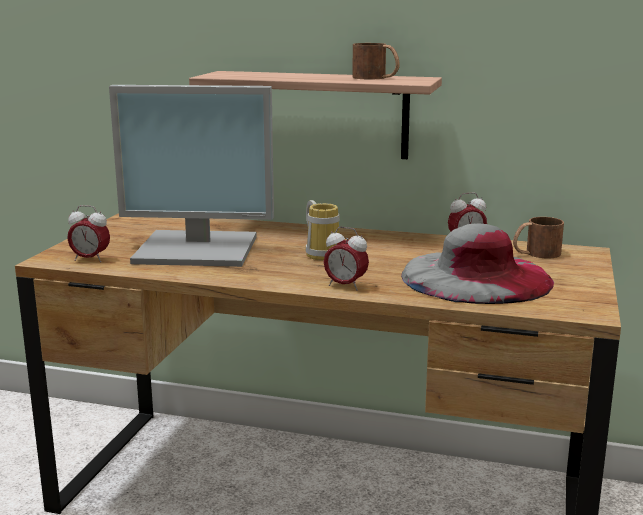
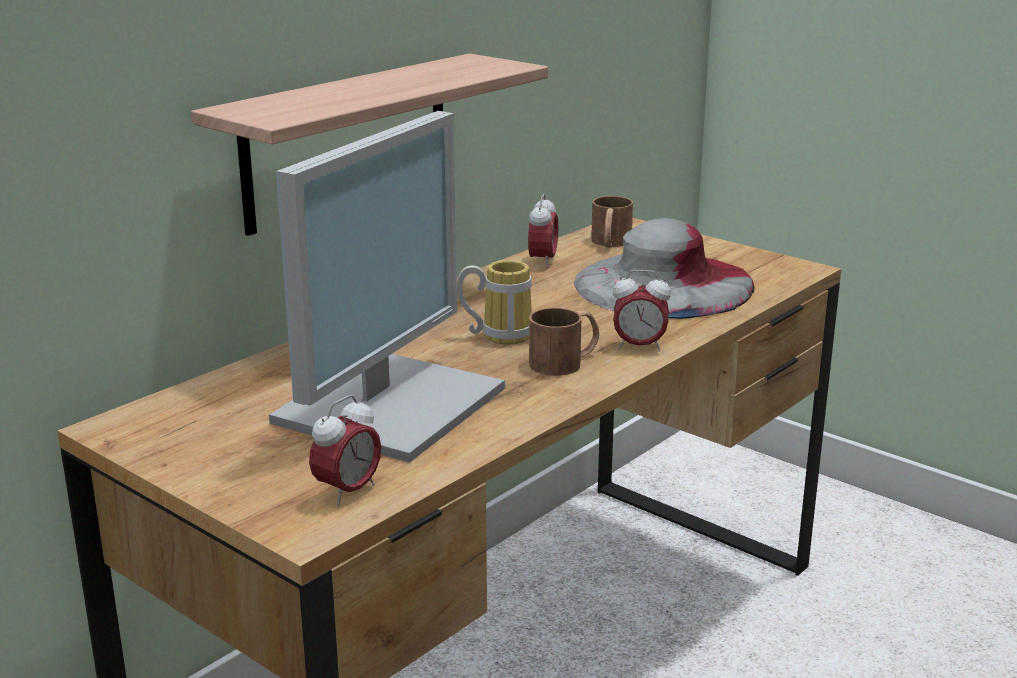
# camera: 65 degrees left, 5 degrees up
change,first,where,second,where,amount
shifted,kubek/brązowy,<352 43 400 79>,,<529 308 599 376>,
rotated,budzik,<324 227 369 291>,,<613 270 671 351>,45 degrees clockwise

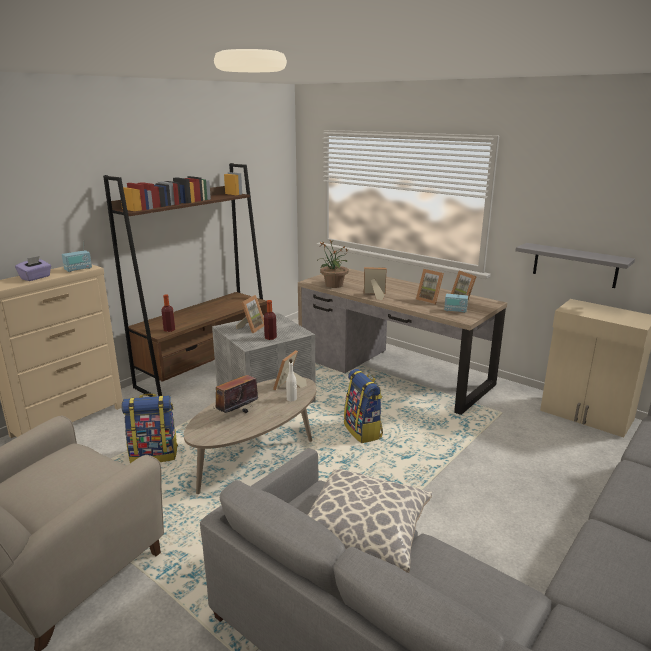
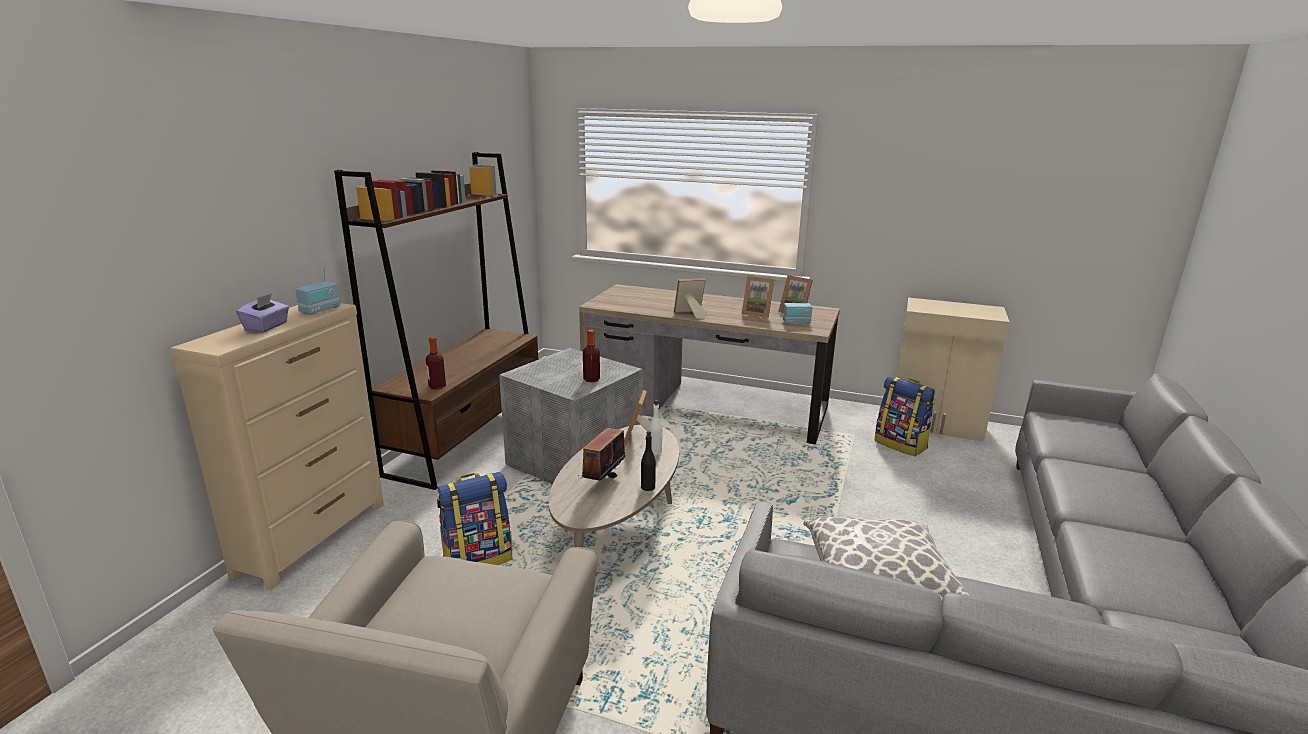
# camera: 20 degrees left, 0 degrees up
change,first,where,second,where,amount
gone,ramka na zdjęcie,<236 295 264 333>,,,
gone,roślina doniczkowa,<318 242 349 288>,,,
gone,półka/szary,<515 243 635 288>,,,
new,,,butelka/czarny,<641 431 656 491>,
shifted,plecak,<344 369 383 443>,,<874 376 935 456>,

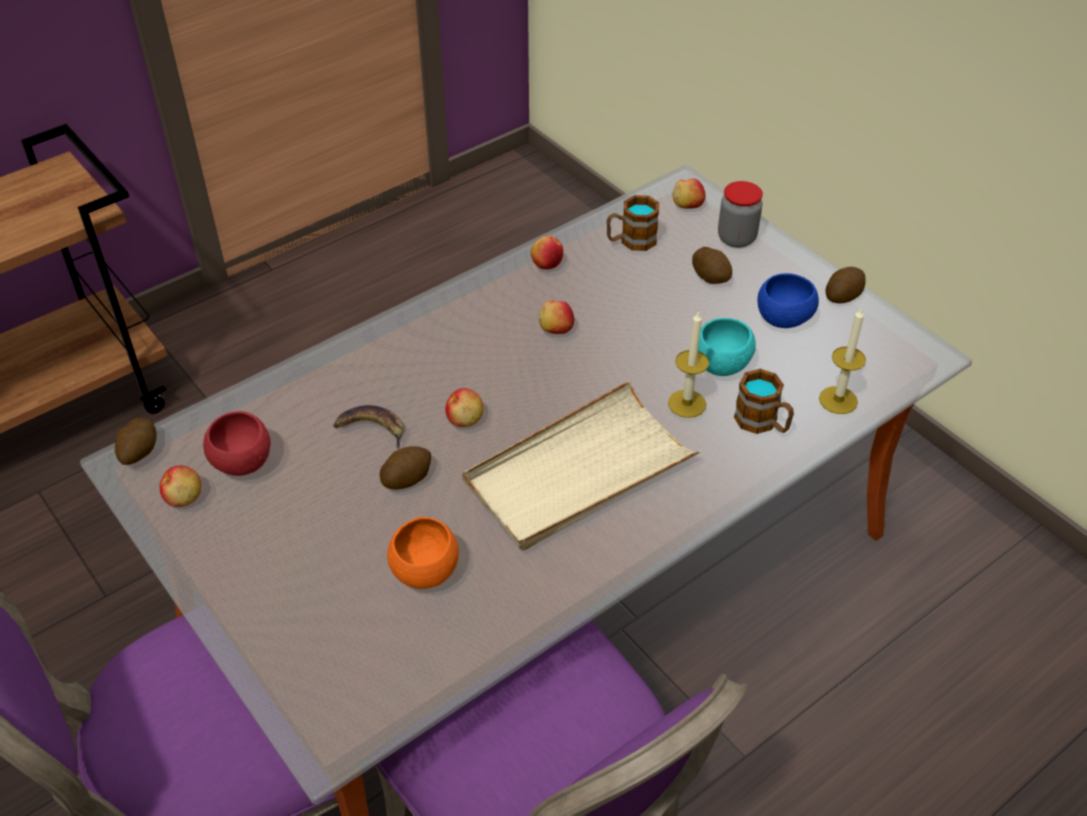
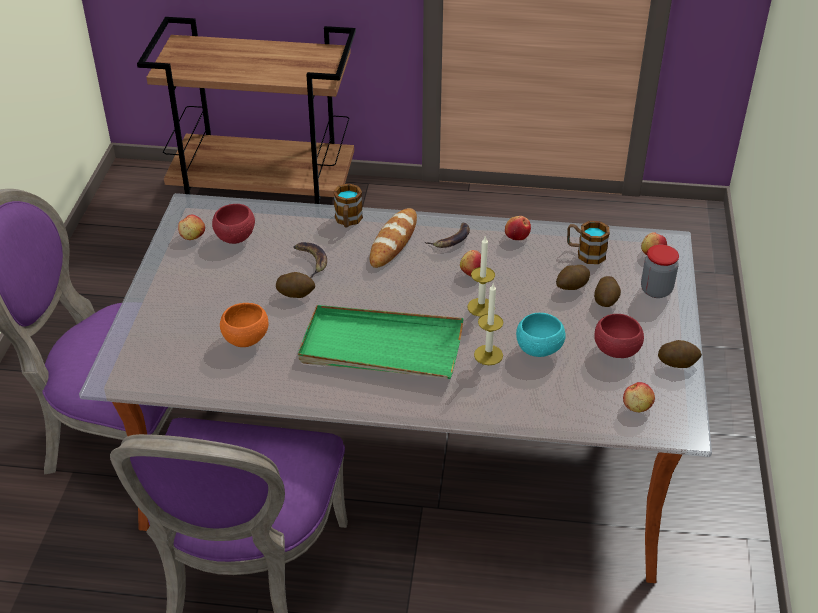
# camera: 45 degrees right, 5 degrees down
change,first,where,second,where,amount
new,,,chleb,<370 208 417 268>,
new,,,banan,<425 222 470 248>,
shifted,ziemniak,<115 418 157 465>,,<556 265 590 290>,
shifted,jabłko,<445 388 483 427>,,<623 382 655 412>,
shifted,kubek,<734 369 794 434>,,<333 183 363 228>,
shifted,świeca,<819 307 866 414>,,<467 237 495 317>,
repainted,taca/beżowy,<462 380 701 550>,taca/zielony,<298 305 464 379>,
repainted,miska/niebieski,<757 273 819 328>,miska/czerwony,<594 314 644 358>,

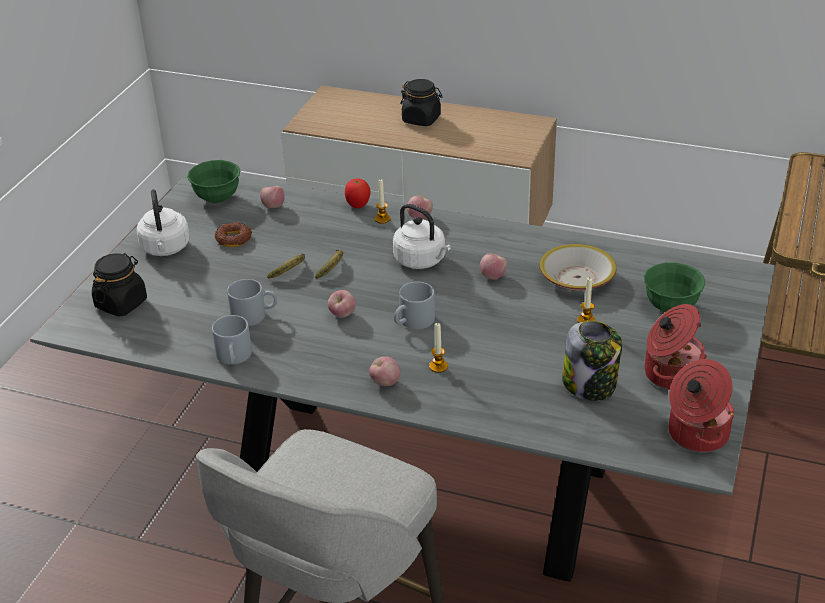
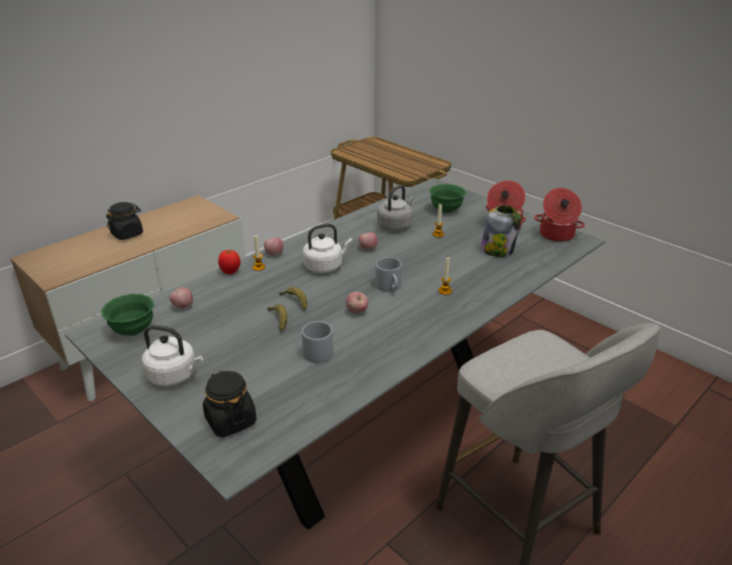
# camera: 65 degrees left, 5 degrees down
change,first,where,second,where,amount
gone,kubek/szary,<212 315 252 365>,,,
gone,donut,<215 222 252 247>,,,
gone,jabłko,<369 356 401 386>,,,
swapped,miska,<539 244 617 291>,czajnik/szary,<377 185 414 231>,

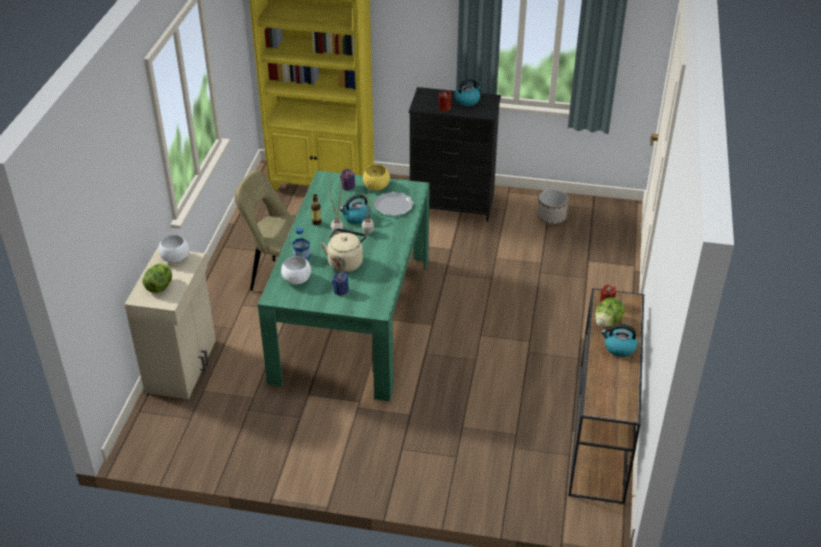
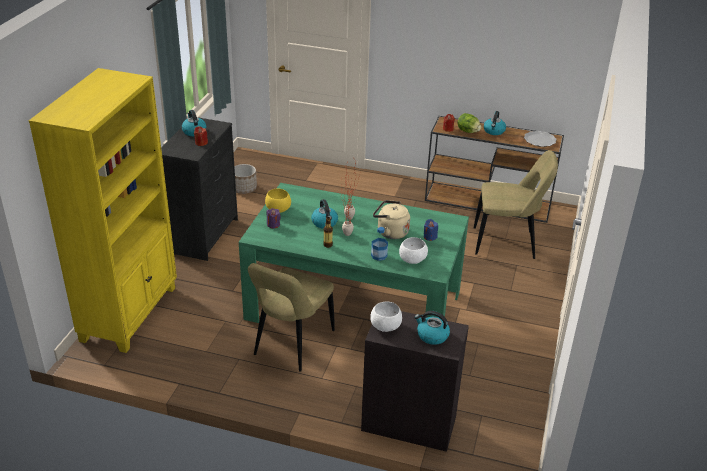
# camera: 85 degrees left, 5 degrees down
change,first,where,second,where,amount
new,,,krzesło/beżowy,<474 150 558 259>,
shifted,talerz,<374 192 414 216>,,<524 131 557 147>,
swapped,sałata,<142 264 172 293>,czajnik,<414 311 450 345>,
repainted,szafka/beżowy,<124 248 216 399>,szafka/czarny,<361 311 469 452>,

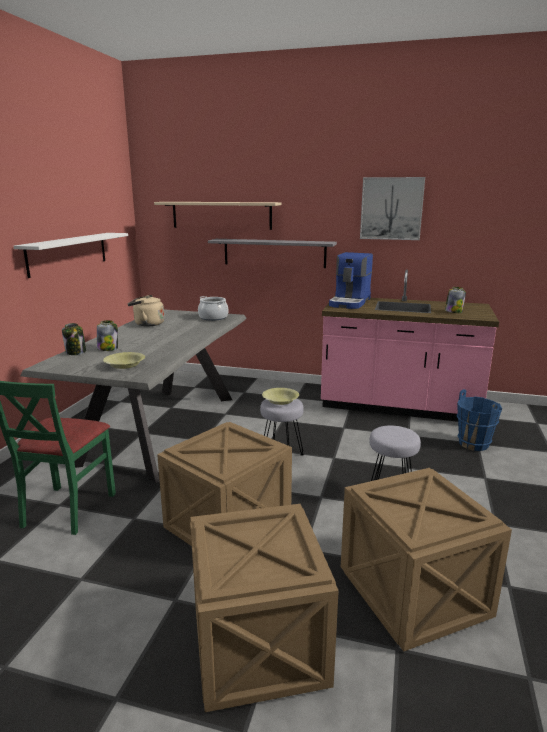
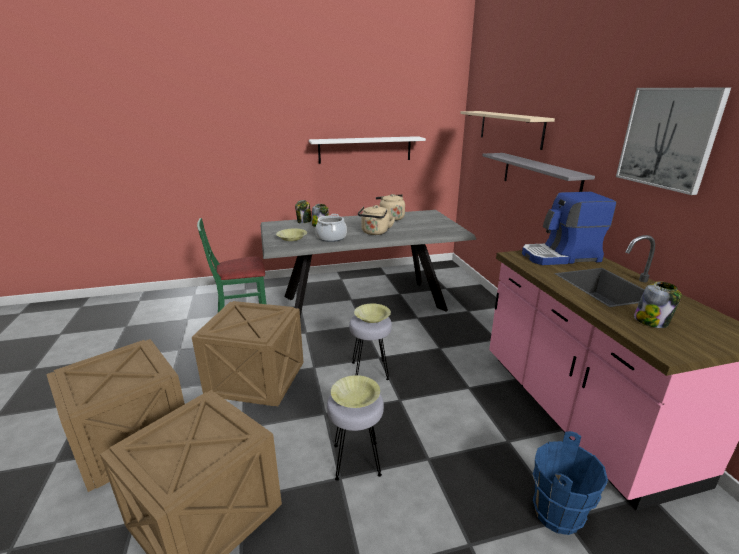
# camera: 60 degrees right, 5 degrees up
change,first,where,second,where,amount
new,,,miska/żółty,<331 375 380 408>,
new,,,czajnik/beżowy,<358 205 395 235>,
shifted,garnek,<198 296 228 321>,,<315 214 347 242>,

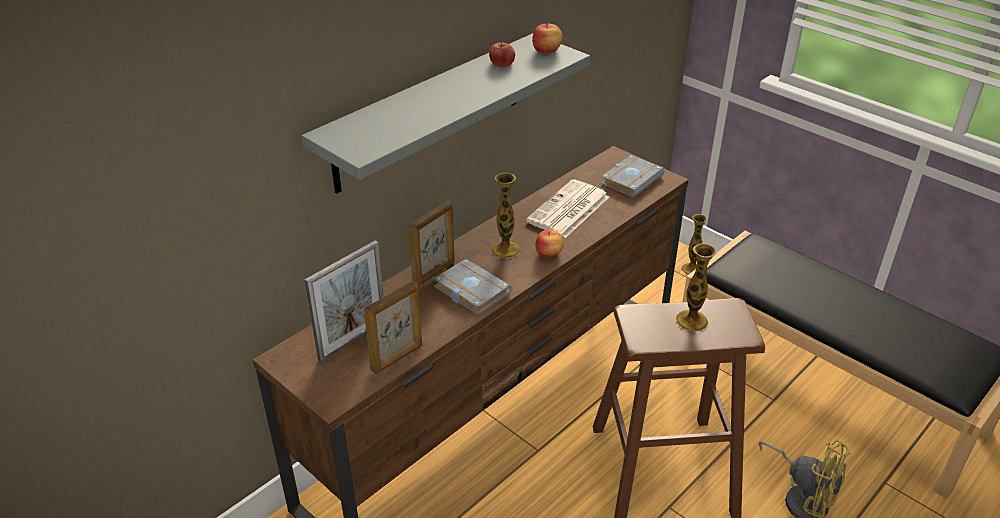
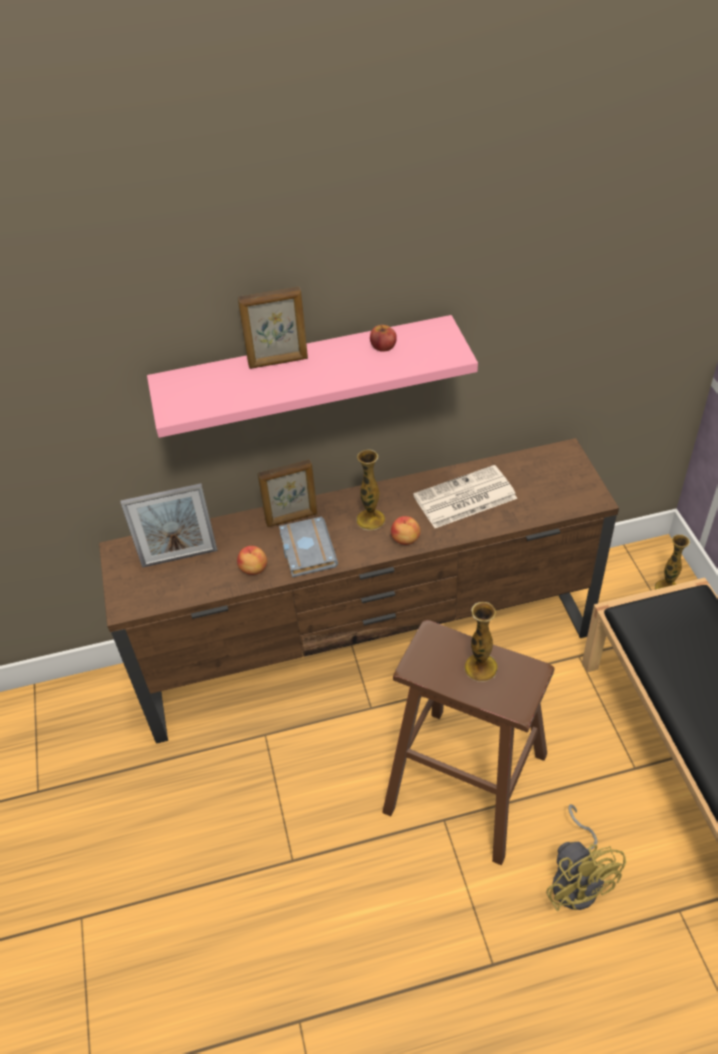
# camera: 35 degrees right, 10 degrees up
change,first,where,second,where,amount
gone,książka/szary,<601 155 665 198>,,,
shifted,ramka na zdjęcie,<364 281 422 374>,,<238 287 308 369>,
shifted,jabłko,<532 23 563 53>,,<237 546 267 575>,
repainted,półka/szary,<301 33 590 194>,półka/różowy,<147 315 478 438>,

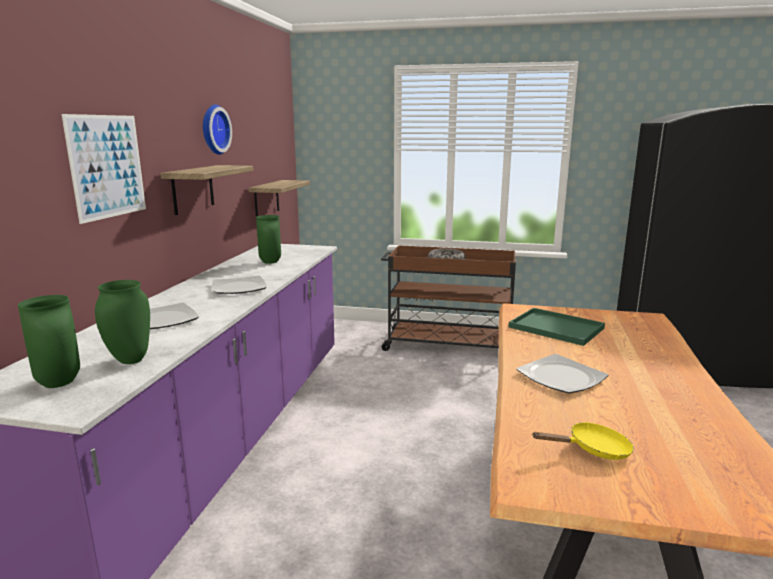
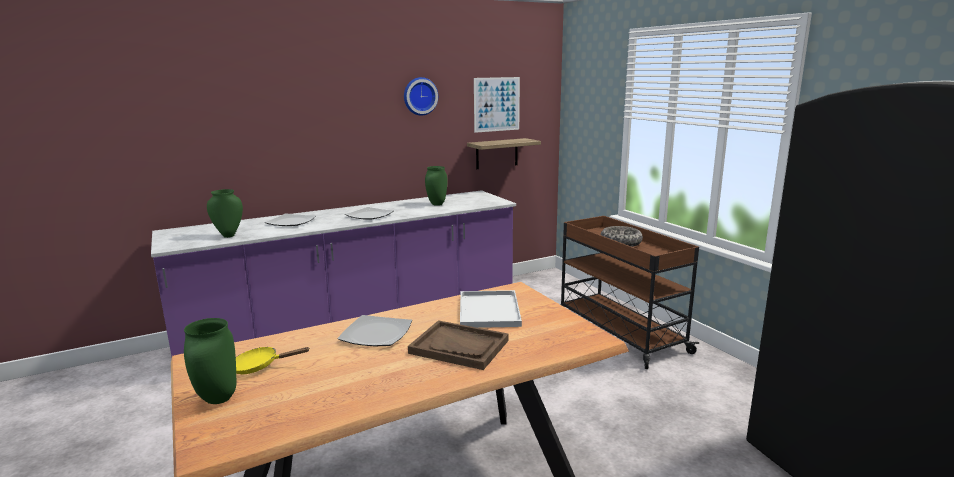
# camera: 50 degrees right, 0 degrees up
change,first,where,second,where,amount
gone,półka,<160 165 254 215>,,,
new,,,taca/brązowy,<408 320 509 370>,
shifted,wazon/zielony,<18 295 80 388>,,<184 318 236 404>,
shifted,obraz,<61 114 146 224>,,<474 77 520 133>,
repainted,taca/zielony,<509 308 605 346>,taca/biały,<460 290 522 328>,
rotated,patelnia/żółty,<532 422 634 460>,,<236 347 309 374>,135 degrees clockwise

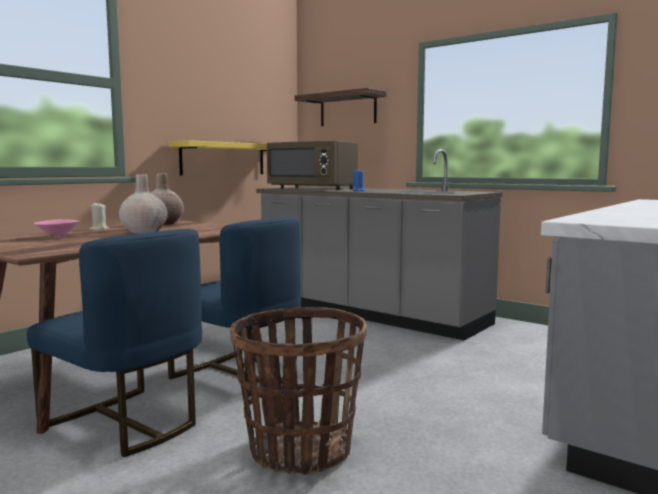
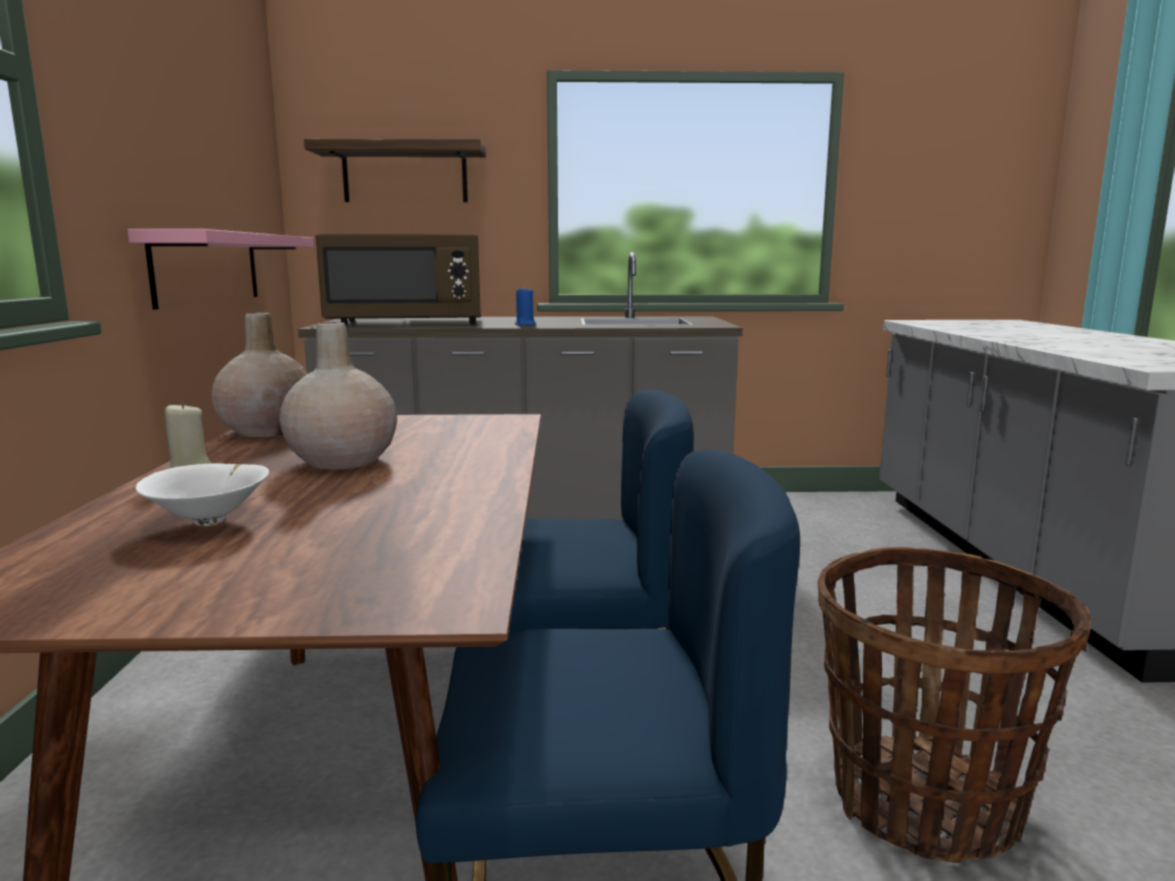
# camera: 40 degrees left, 5 degrees up
change,first,where,second,where,amount
repainted,miska/różowy,<34 219 81 238>,miska/biały,<135 463 269 526>,
repainted,półka/żółty,<168 140 267 176>,półka/różowy,<128 229 314 310>,

